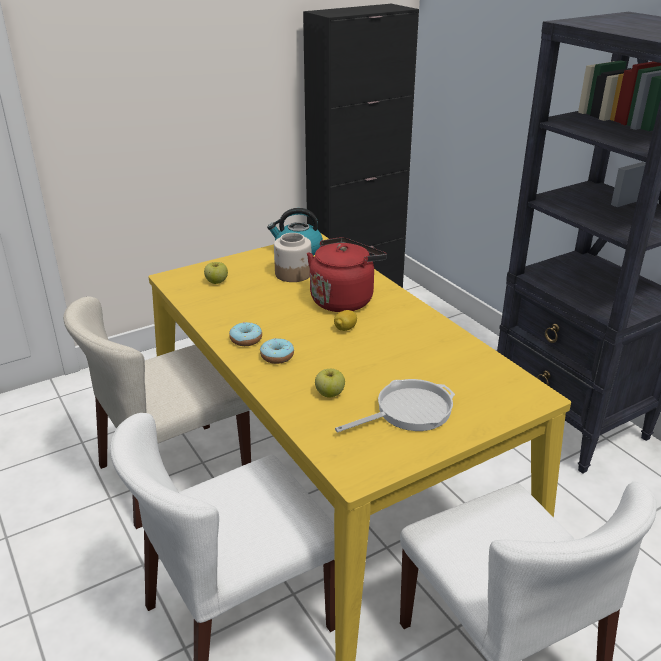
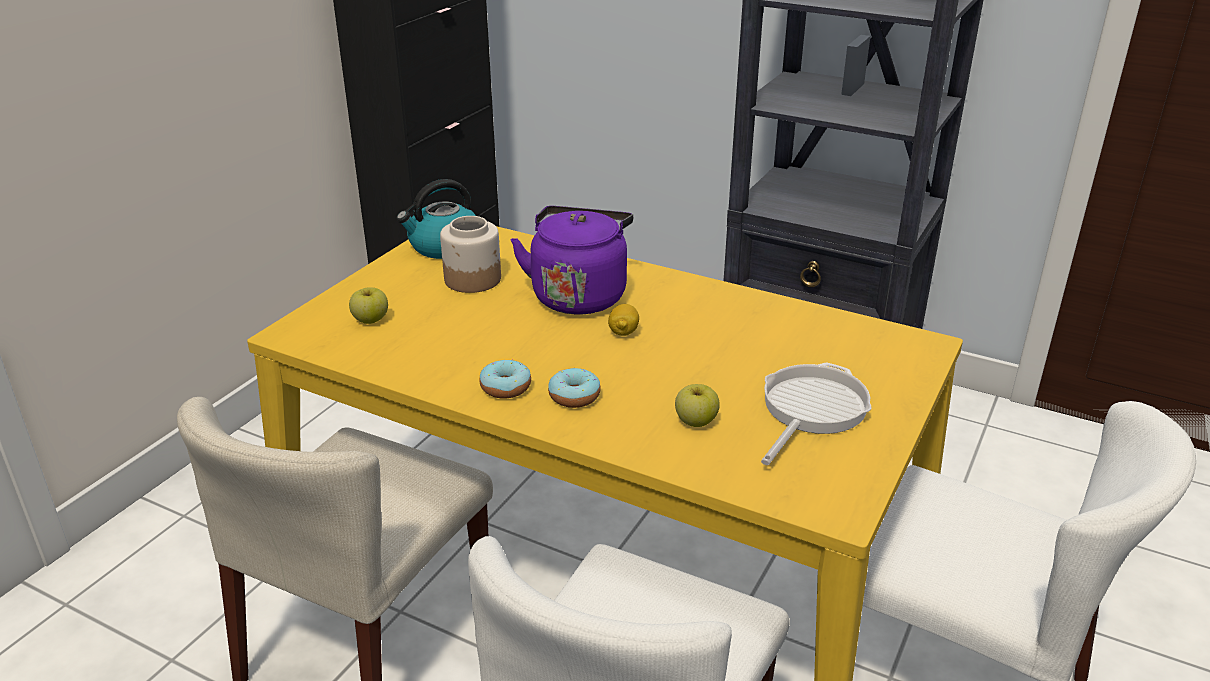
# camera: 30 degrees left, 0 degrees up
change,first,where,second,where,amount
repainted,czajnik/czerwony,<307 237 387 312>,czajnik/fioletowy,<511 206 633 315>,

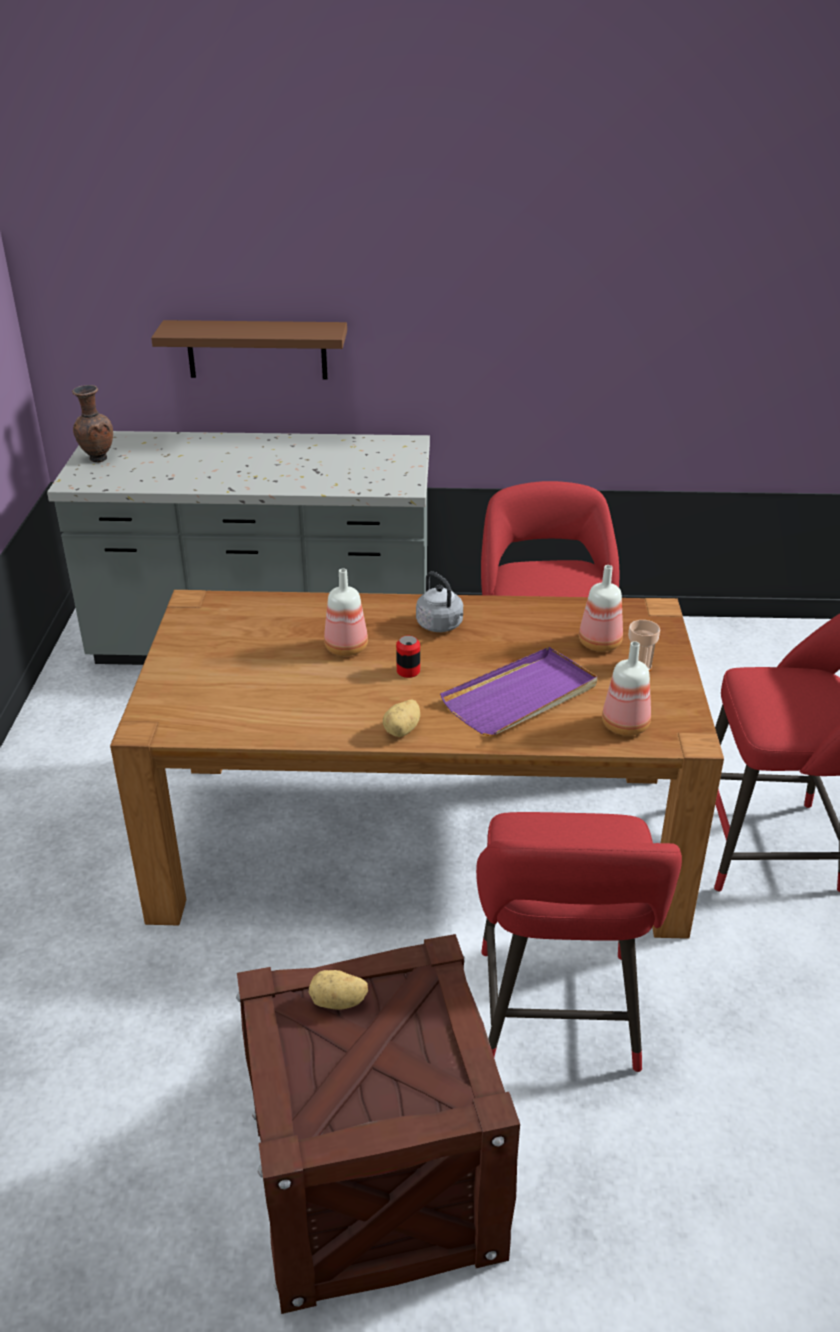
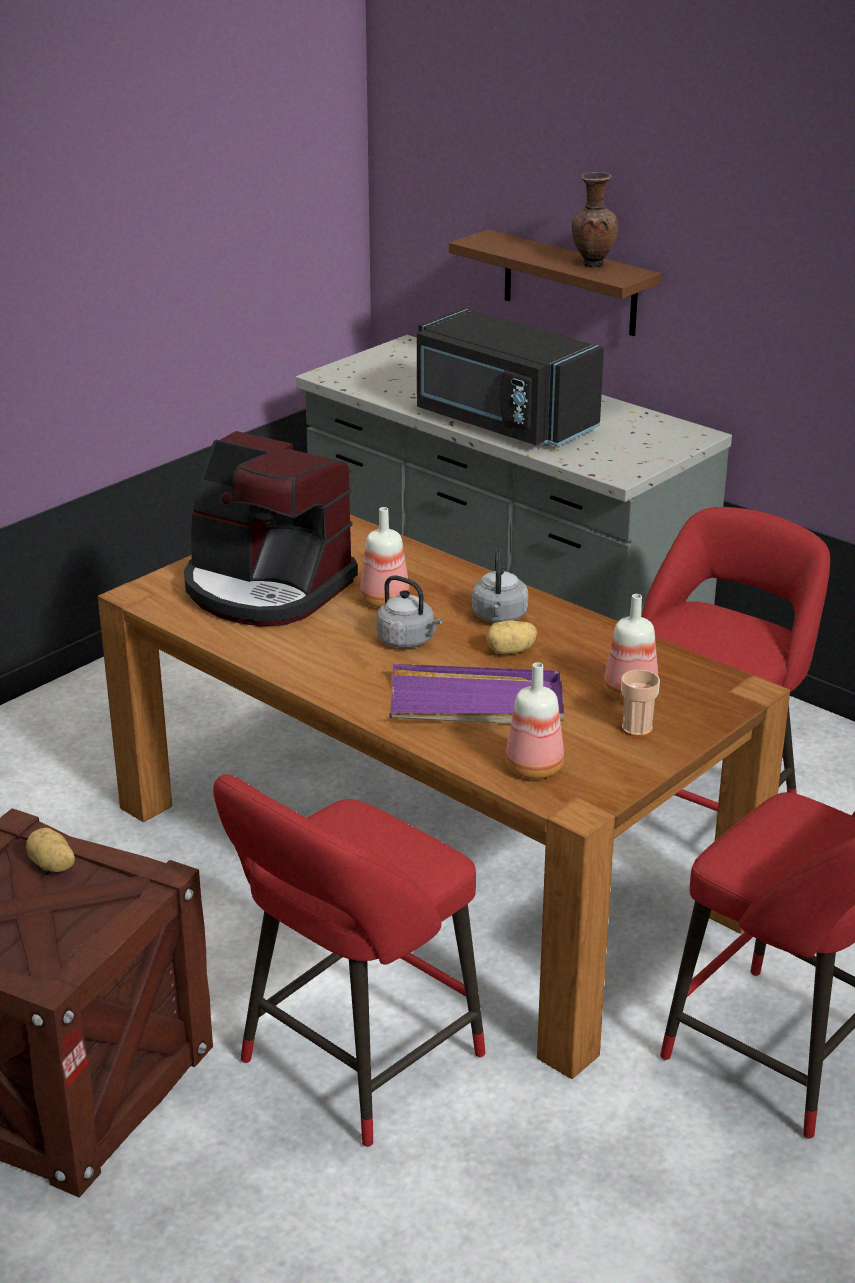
# camera: 40 degrees right, 5 degrees down
change,first,where,second,where,amount
new,,,ekspres do kawy,<184 431 358 626>,
new,,,mikrofalówka/czarny,<417 308 604 446>,
shifted,wazon/brązowy,<72 385 113 463>,,<572 172 618 268>,
shifted,ziemniak,<383 699 420 737>,,<486 620 537 654>,
swapped,puszka,<396 636 420 678>,czajnik/szary,<376 575 443 648>,

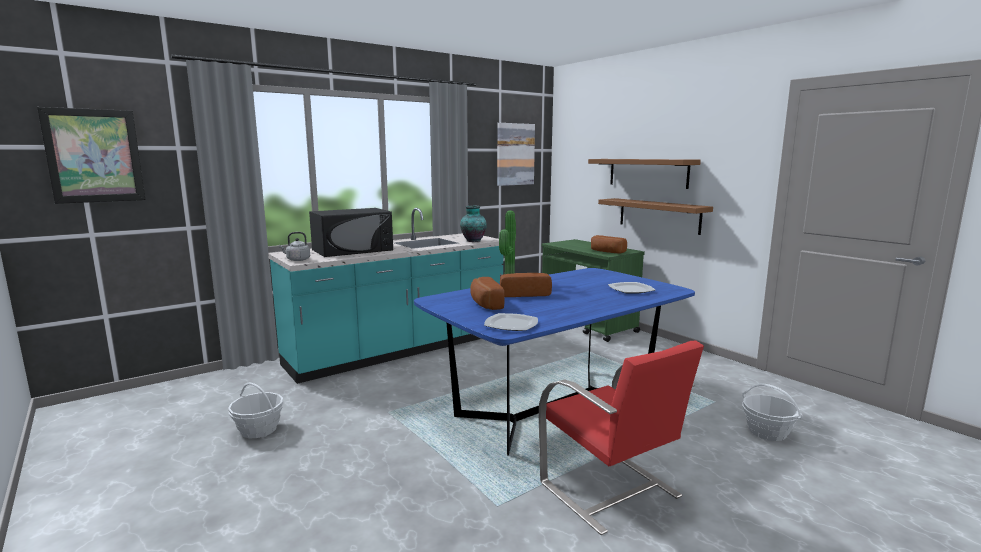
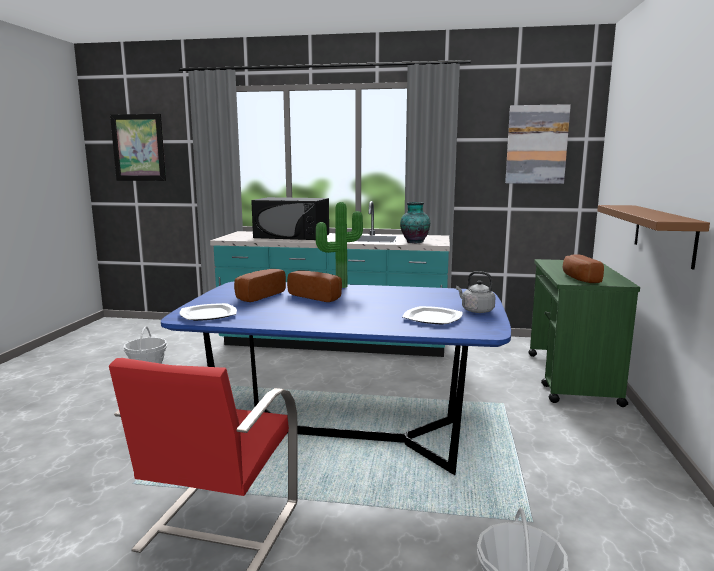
# camera: 45 degrees right, 0 degrees up
change,first,where,second,where,amount
gone,półka/brązowy,<588 159 701 189>,,,
shifted,czajnik/szary,<279 232 310 261>,,<456 271 496 313>,

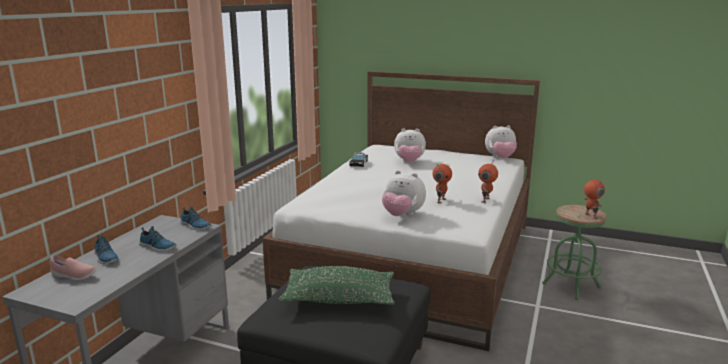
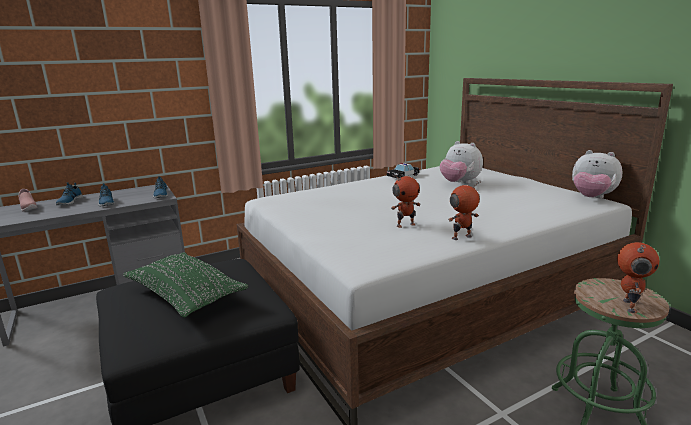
# camera: 40 degrees right, 0 degrees up
change,first,where,second,where,amount
gone,pluszak,<382 170 426 216>,,,

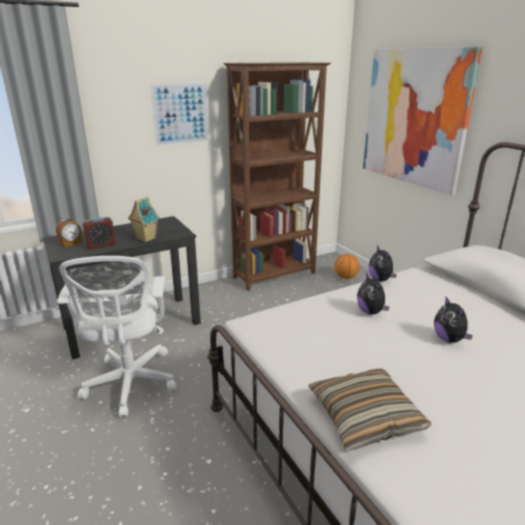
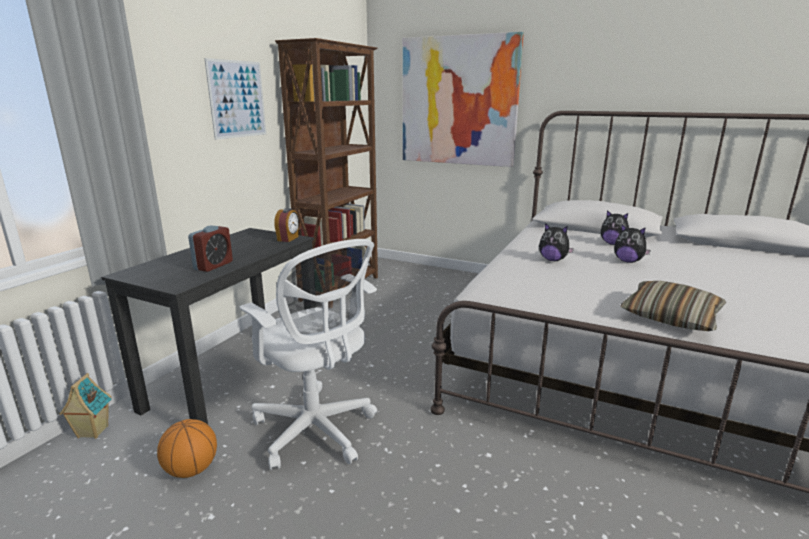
# camera: 35 degrees left, 5 degrees down
change,first,where,second,where,amount
shifted,budzik,<56 218 82 247>,,<274 208 299 242>,
shifted,domek,<128 197 160 242>,,<59 373 112 439>,
shifted,piłka do koszykówki,<334 254 360 279>,,<157 419 217 478>,
shifted,pluszak,<369 246 397 282>,,<601 210 629 245>,

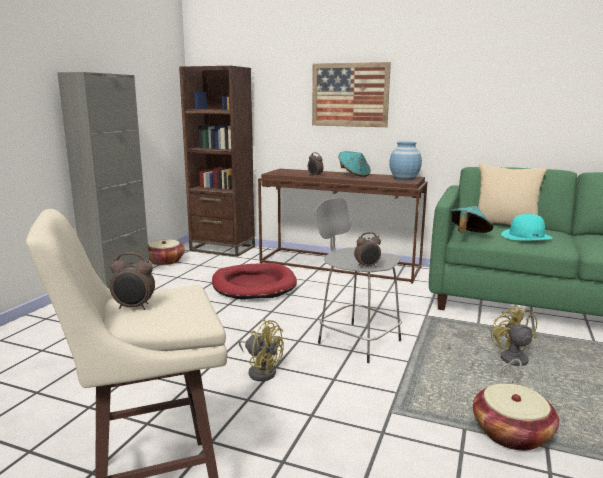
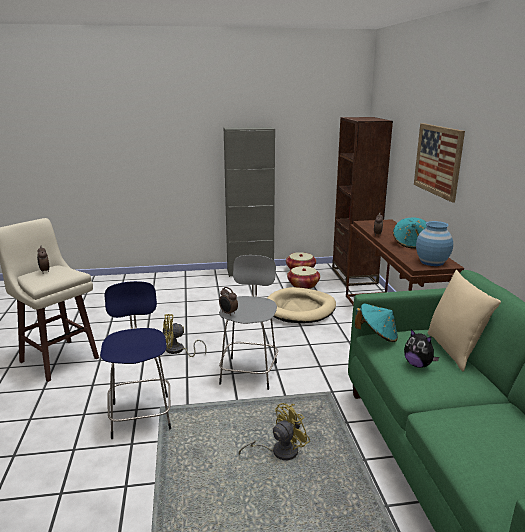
# camera: 60 degrees right, 5 degrees up
change,first,where,second,where,amount
new,,,stołek/niebieski,<100 281 171 439>,
shifted,koszyk,<473 383 559 451>,,<287 266 320 289>,
swapped,kapelusz/turkusowy,<501 214 552 241>,pluszak,<404 329 439 368>,
repainted,legowisko/czerwony,<212 263 297 300>,legowisko/beżowy,<267 287 336 323>,
rotated,wentylator/żółty,<239 319 284 381>,,<163 314 207 357>,75 degrees clockwise

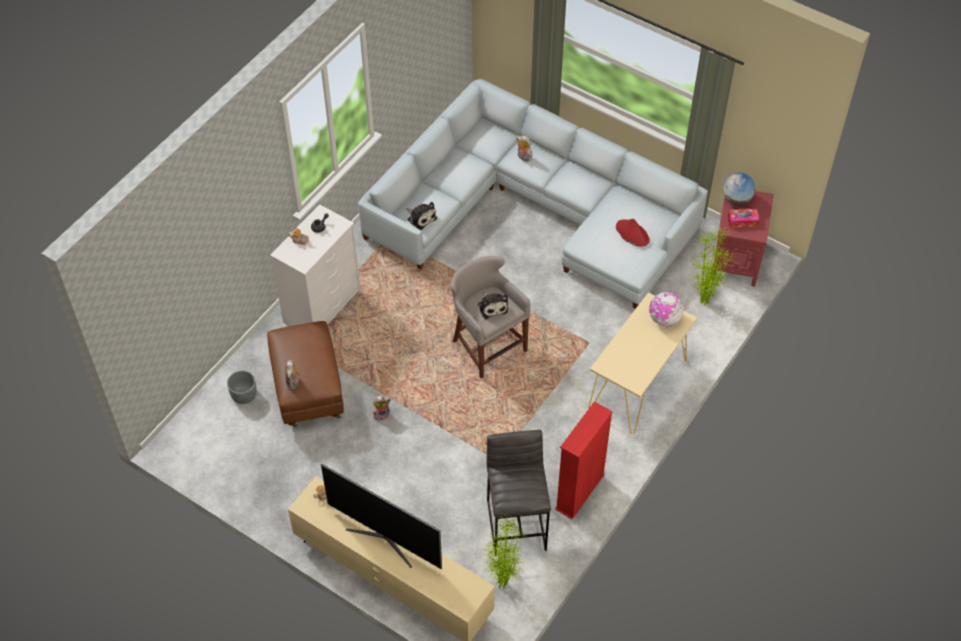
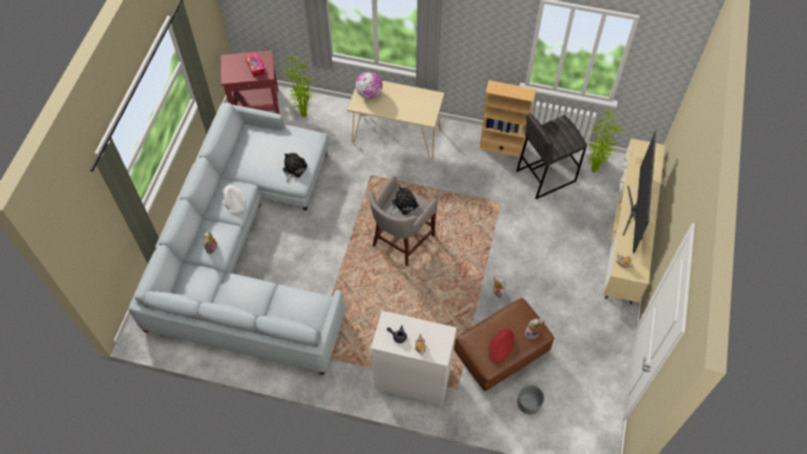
# camera: 110 degrees left, 5 degrees up
change,first,where,second,where,amount
gone,globus,<723 173 756 205>,,,
new,,,kapelusz/biały,<222 185 245 213>,
shifted,pluszak,<406 202 437 230>,,<283 153 308 182>,
shifted,kapelusz/czerwony,<616 219 650 247>,,<488 328 515 363>,
repainted,regał/czerwony,<555 402 613 519>,regał/beżowy,<479 80 536 157>,

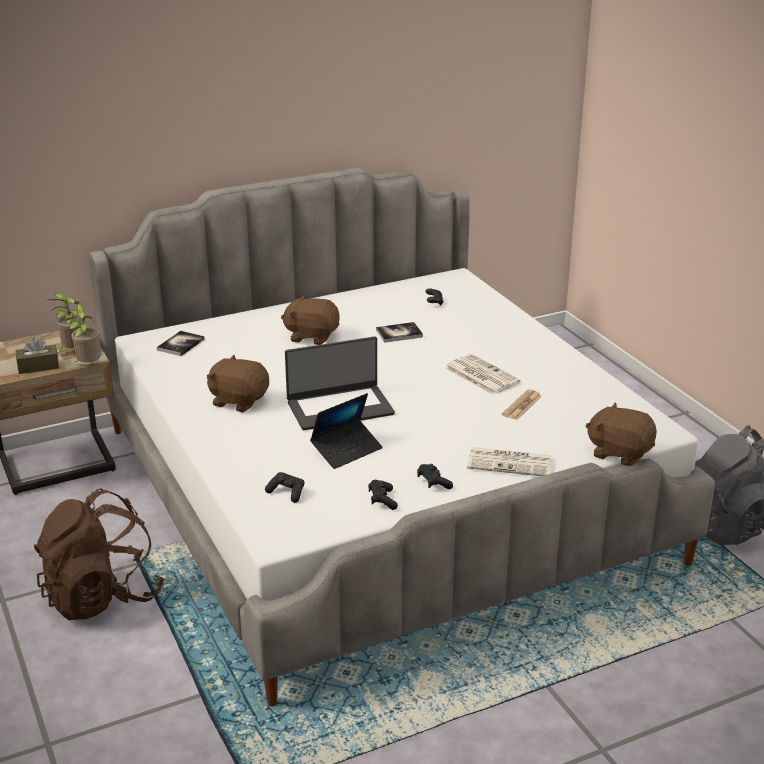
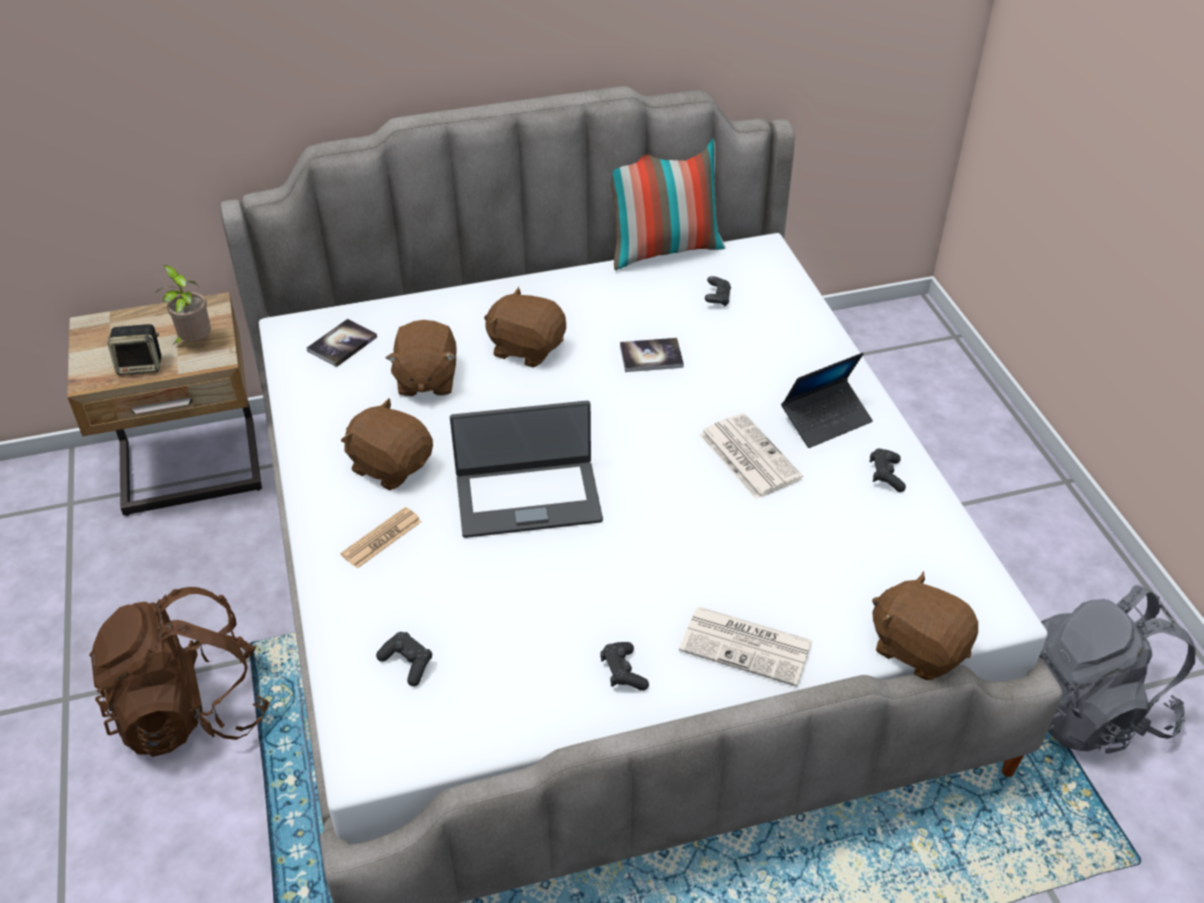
# camera: 10 degrees right, 15 degrees up
change,first,where,second,where,amount
gone,roślina doniczkowa,<64 303 101 362>,,,
new,,,pluszak/brązowy,<385 320 457 396>,
new,,,poduszka,<611 138 725 270>,
shifted,laptop,<310 393 383 469>,,<781 353 873 448>,
shifted,pad do gier/czarny,<368 480 398 510>,,<869 448 906 492>,
shifted,gazeta,<502 389 542 420>,,<340 507 422 569>,
swapped,pudełko chusteczek/brązowy,<15 337 59 374>,głośnik,<108 324 161 375>,

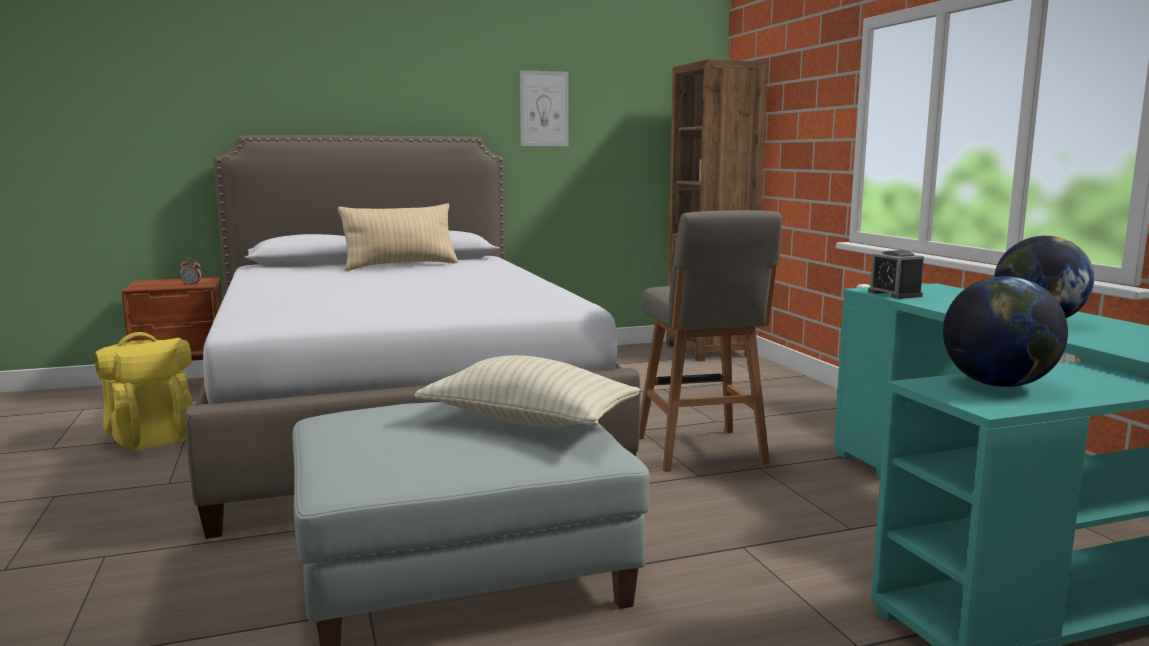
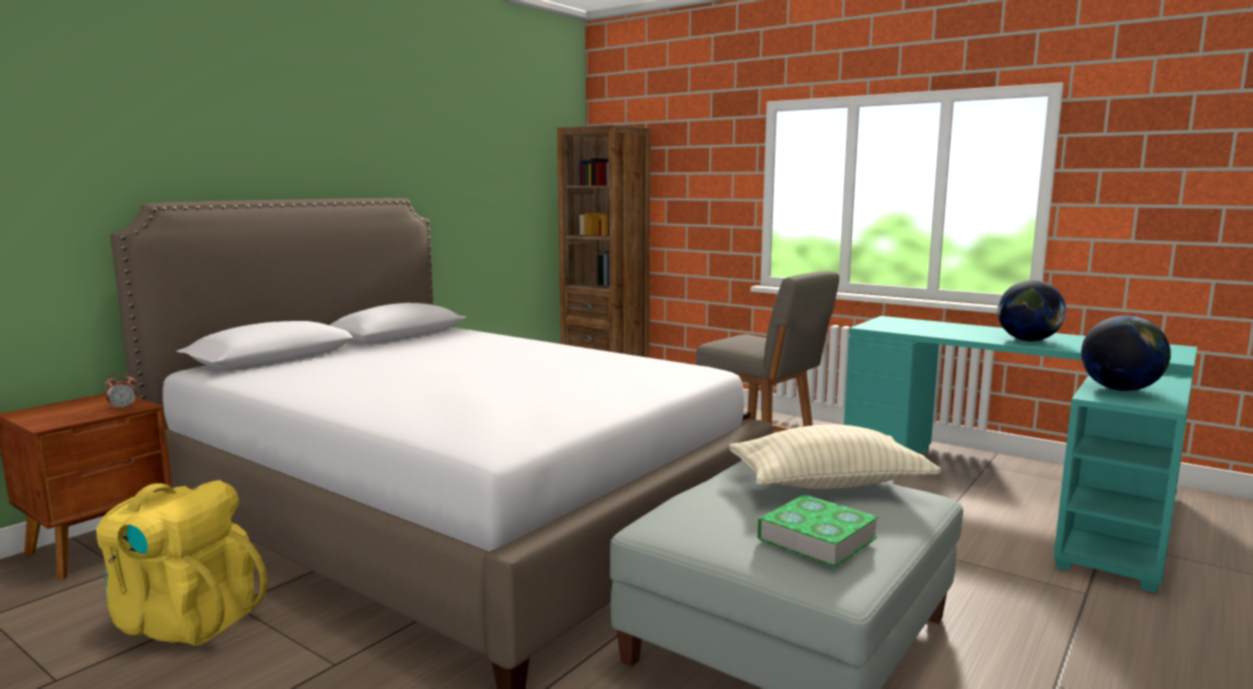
# camera: 35 degrees left, 0 degrees up
change,first,where,second,where,amount
gone,poduszka/beżowy,<338 203 458 271>,,,
gone,obraz,<520 70 569 146>,,,
gone,budzik,<868 250 924 299>,,,
new,,,książka,<757 494 879 567>,

